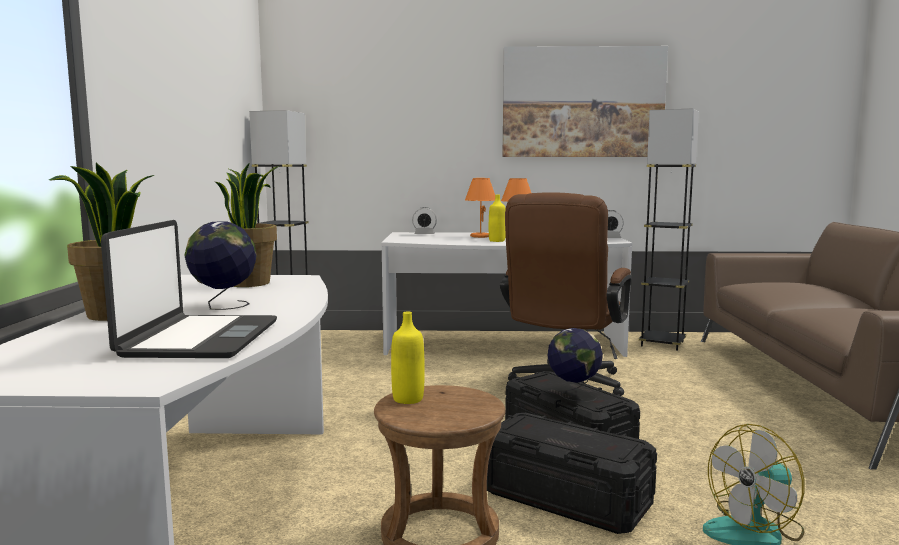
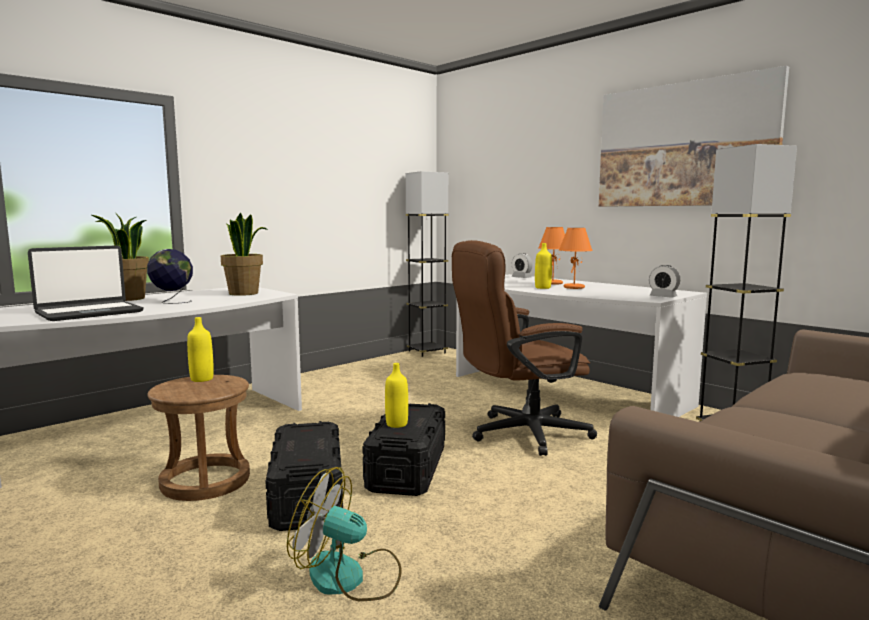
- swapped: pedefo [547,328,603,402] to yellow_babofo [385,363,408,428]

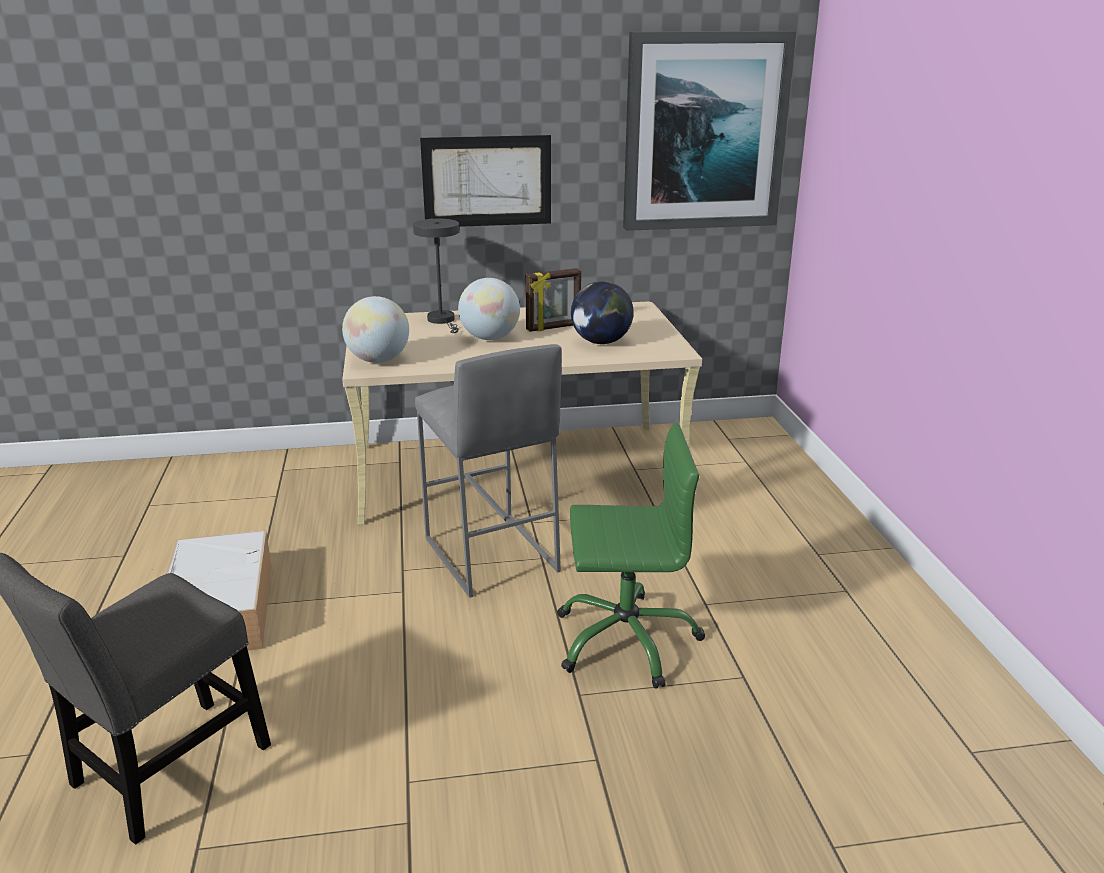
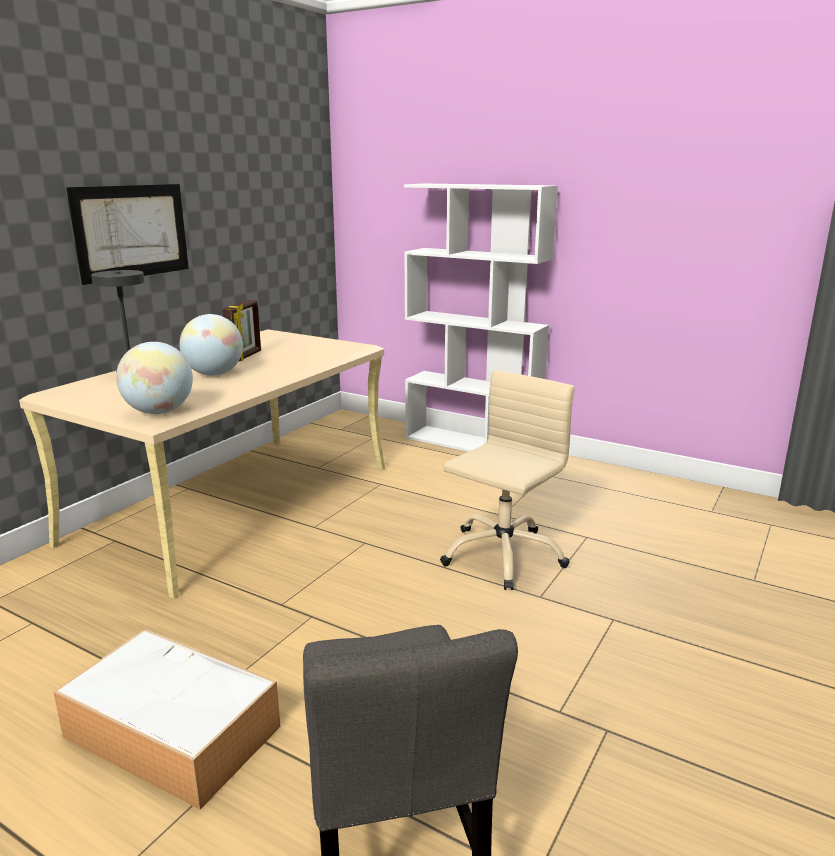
- gone: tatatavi [623,31,796,231]
- gone: pedefo [571,281,634,344]
- gone: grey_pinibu [415,344,562,598]
- repainted: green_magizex [557,423,705,689] to beige_magizex [440,370,575,590]
- new: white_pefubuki [404,184,558,452]

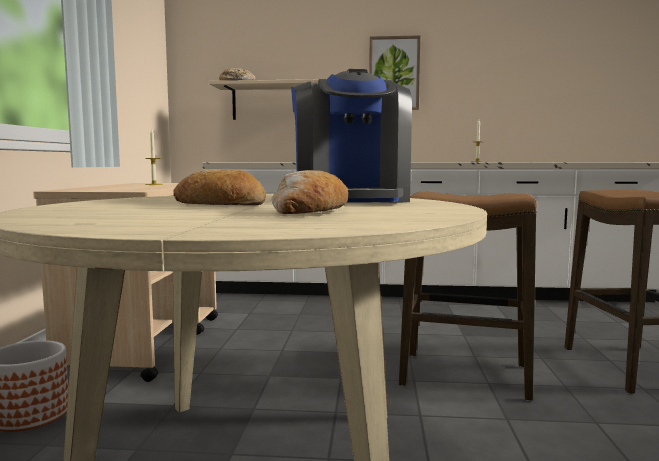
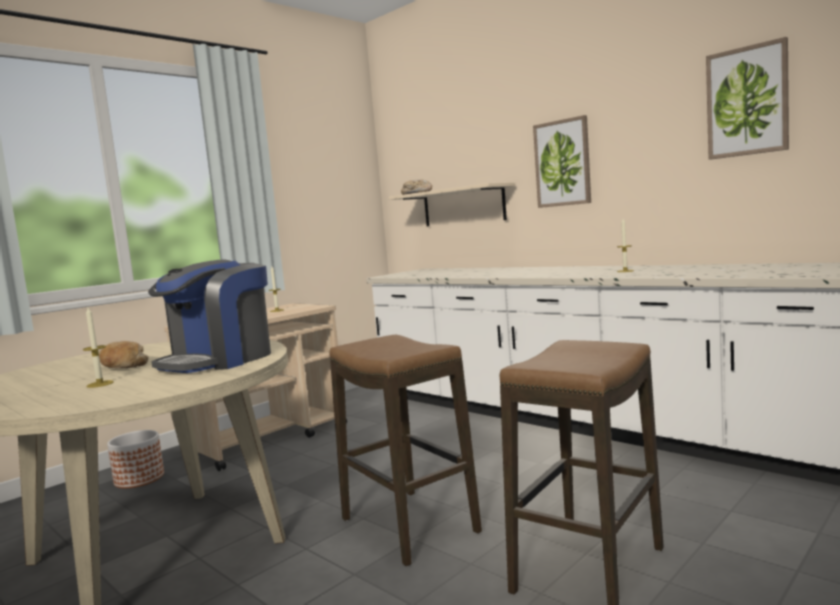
- swapped: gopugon [271,170,348,214] to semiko [83,307,114,388]
- new: tatatavi [706,37,789,160]

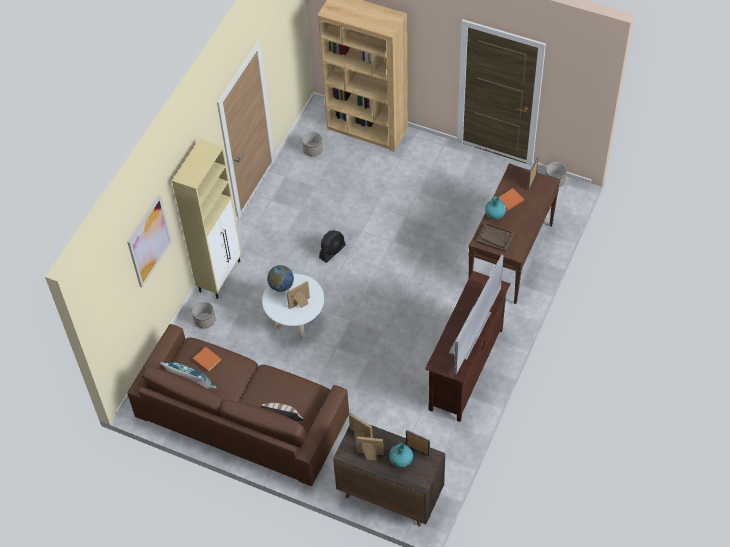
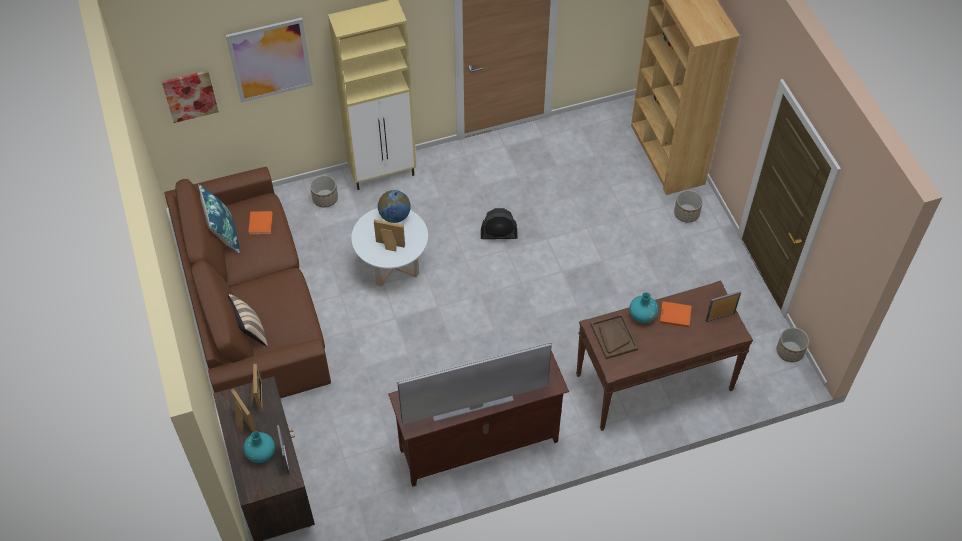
- shifted: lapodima [302,131,323,156] to [674,190,703,223]
- new: tatatavi [162,71,219,123]

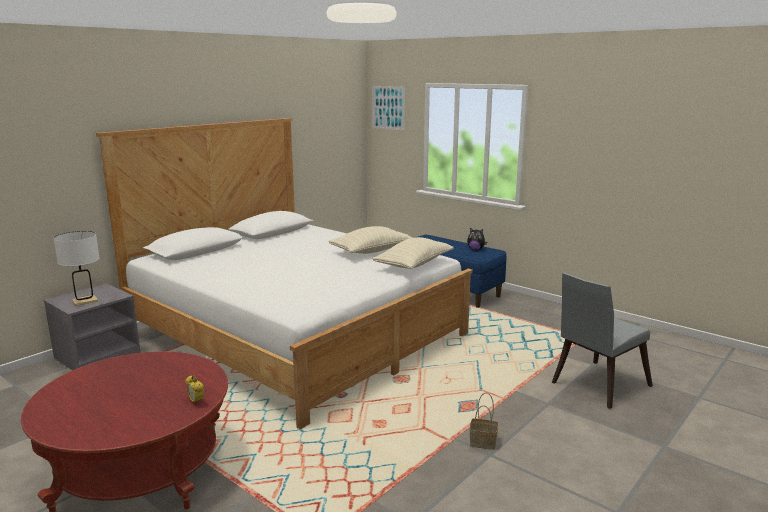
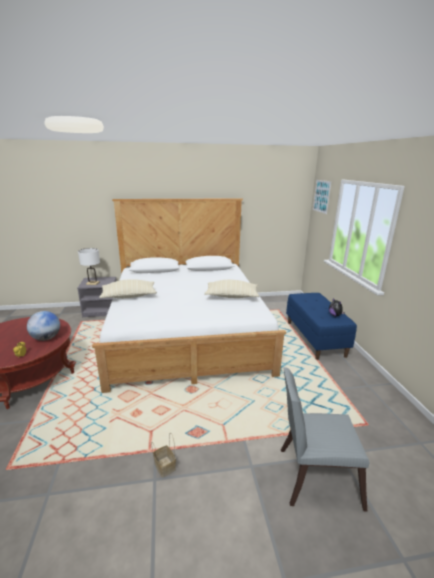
- shifted: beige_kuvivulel [372,237,454,269] to [99,279,157,298]
- new: pedefo [27,311,60,341]

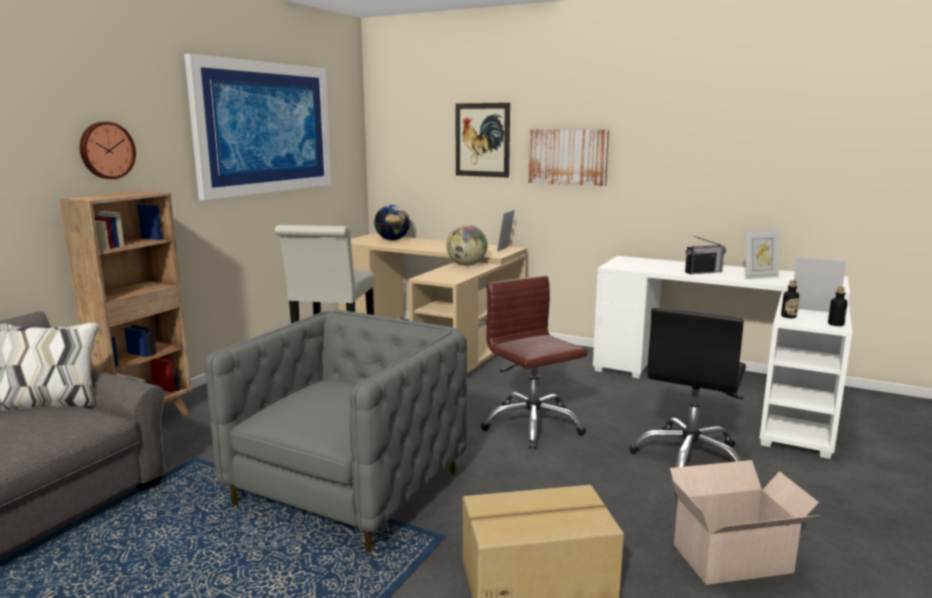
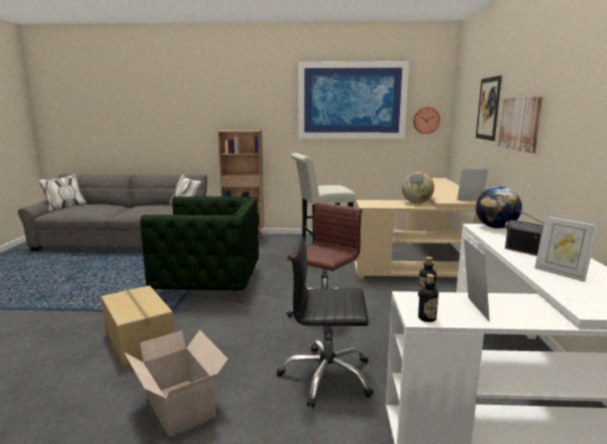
- shifted: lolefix [80,122,136,179] to [413,107,440,134]
- shifted: pedefo [374,205,410,240] to [476,186,522,228]
- repainted: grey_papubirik [204,310,467,553] to green_papubirik [140,196,259,302]

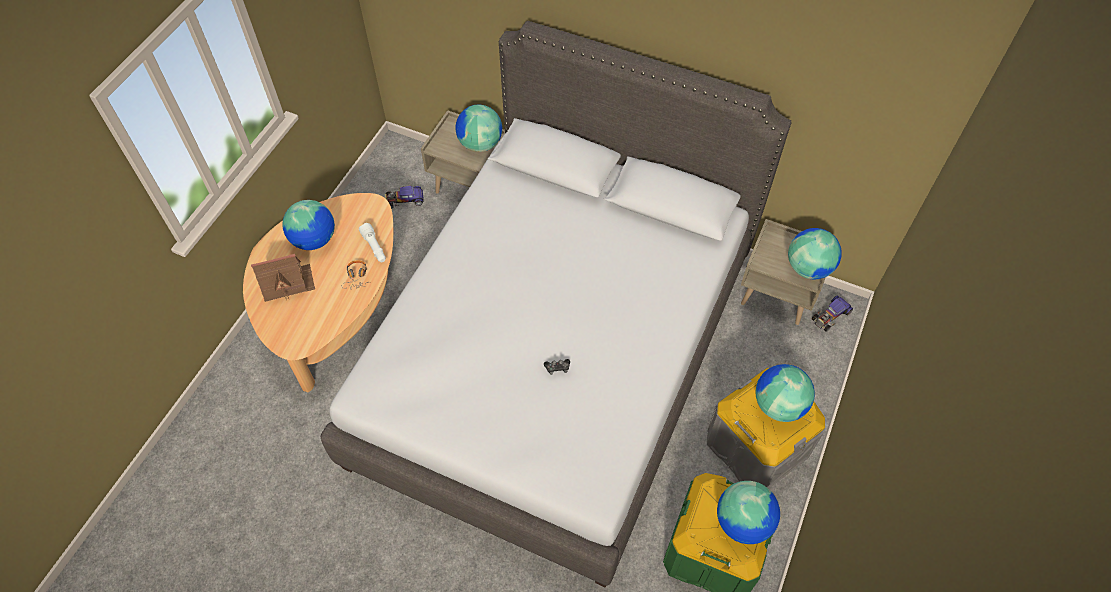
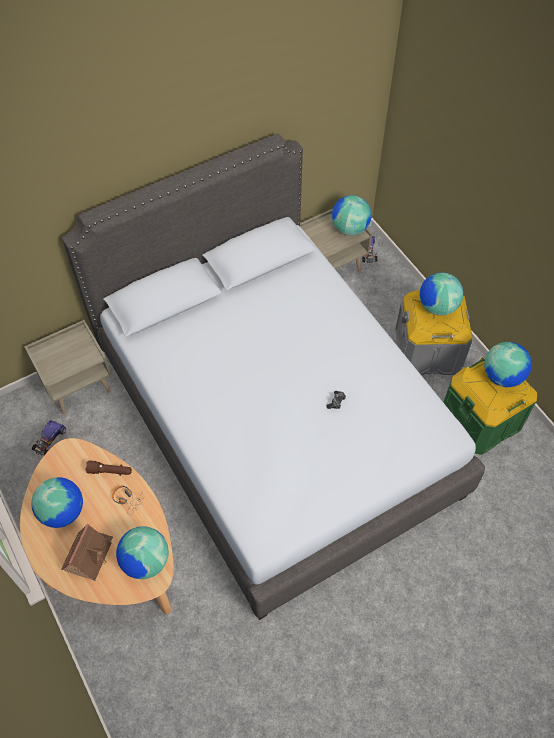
- shifted: pedefo [456,105,502,152] to [116,526,168,579]
- repainted: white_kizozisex [359,223,386,262] to brown_kizozisex [86,460,132,476]

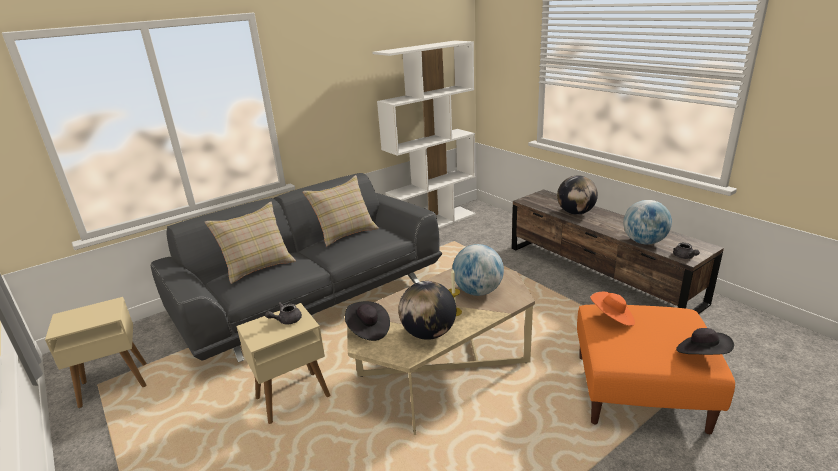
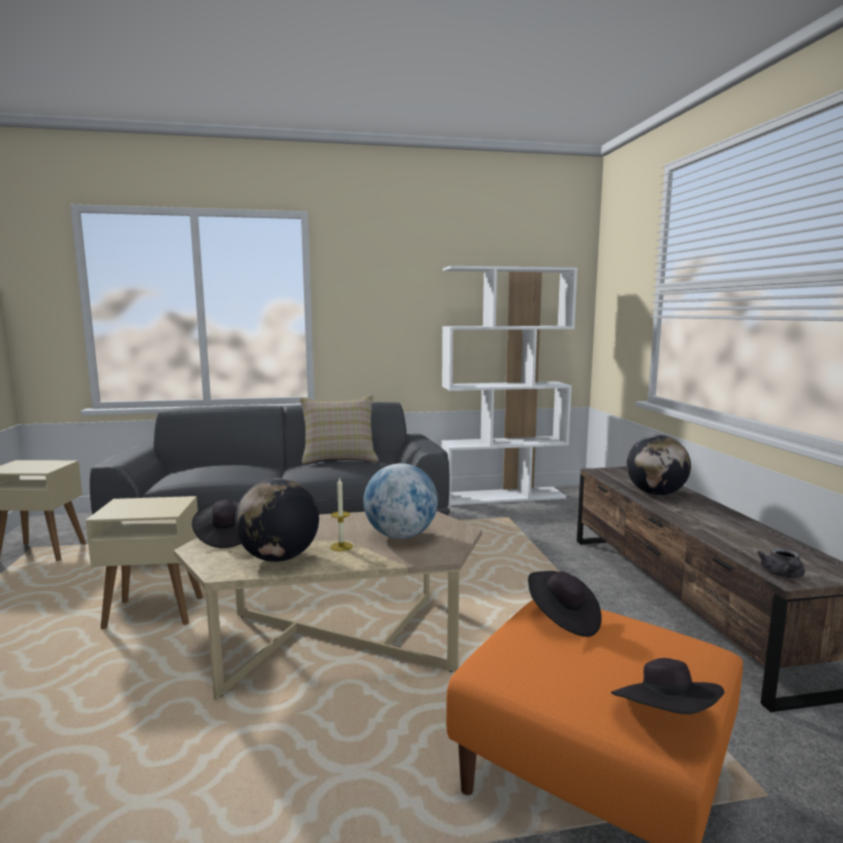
- gone: pedefo [623,200,672,245]
- gone: beige_kuvivulel [205,202,296,284]
- repainted: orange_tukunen [590,292,635,326] to black_tukunen [528,571,602,637]
- gone: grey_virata [265,302,302,325]

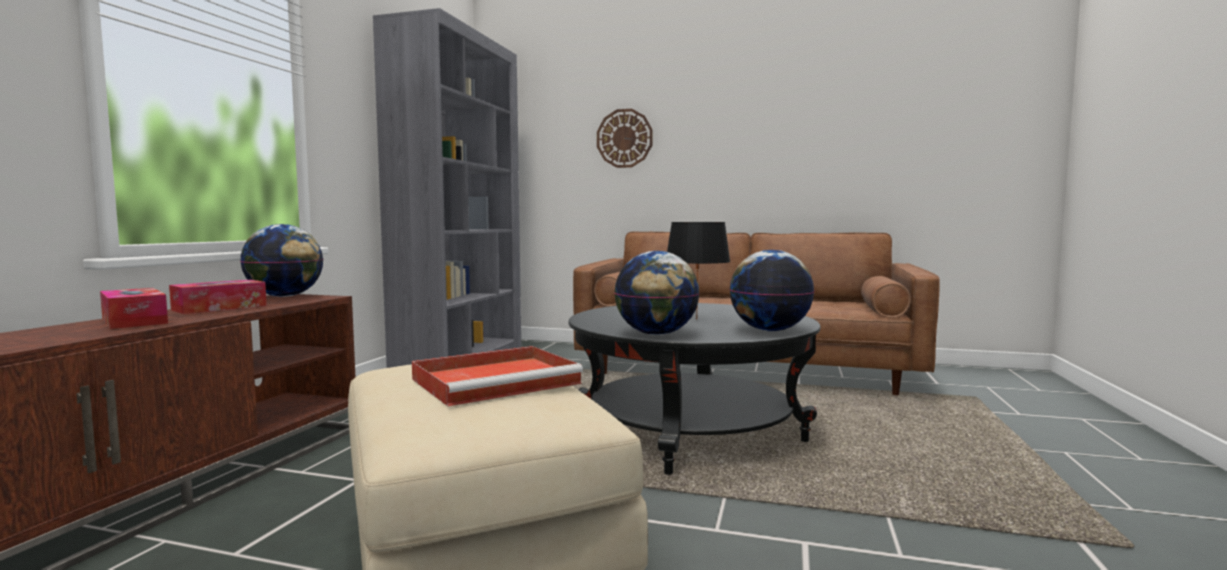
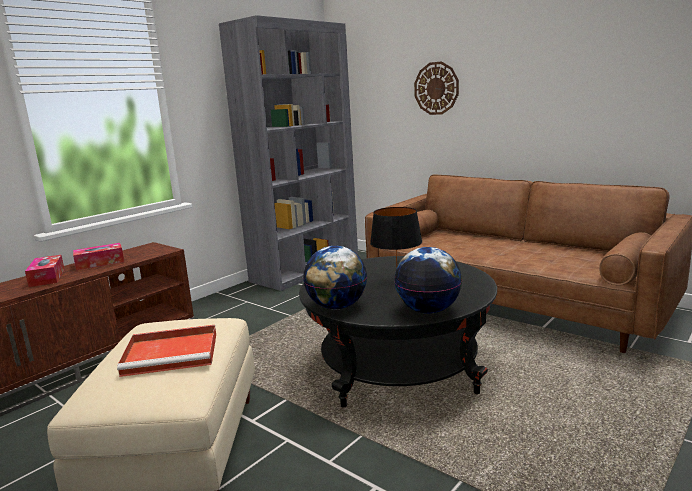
- gone: pedefo [240,224,323,297]

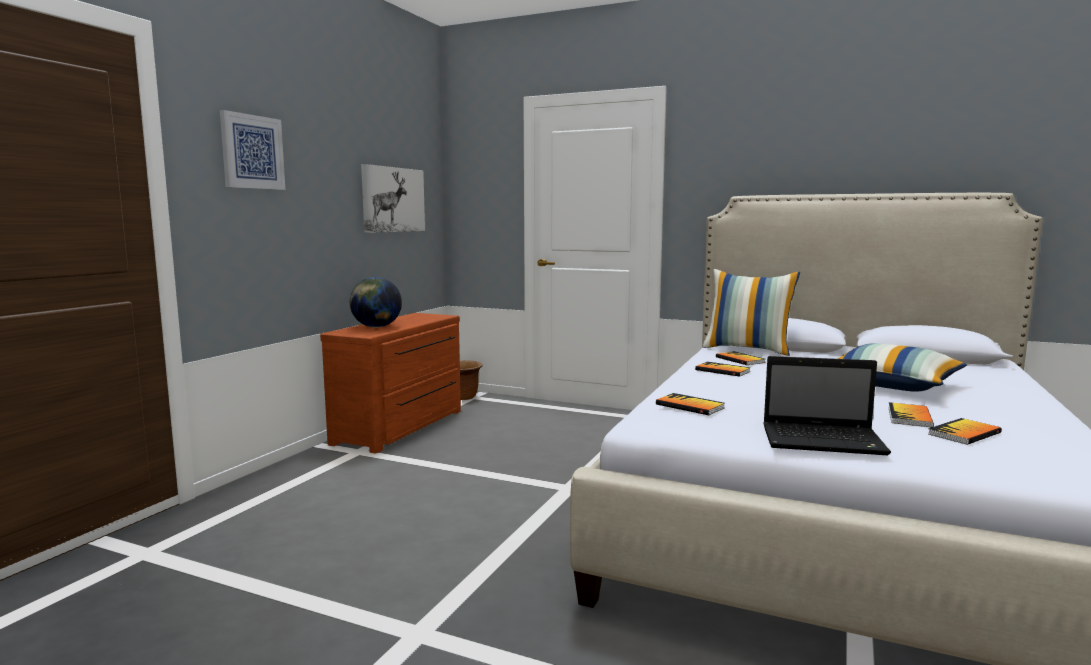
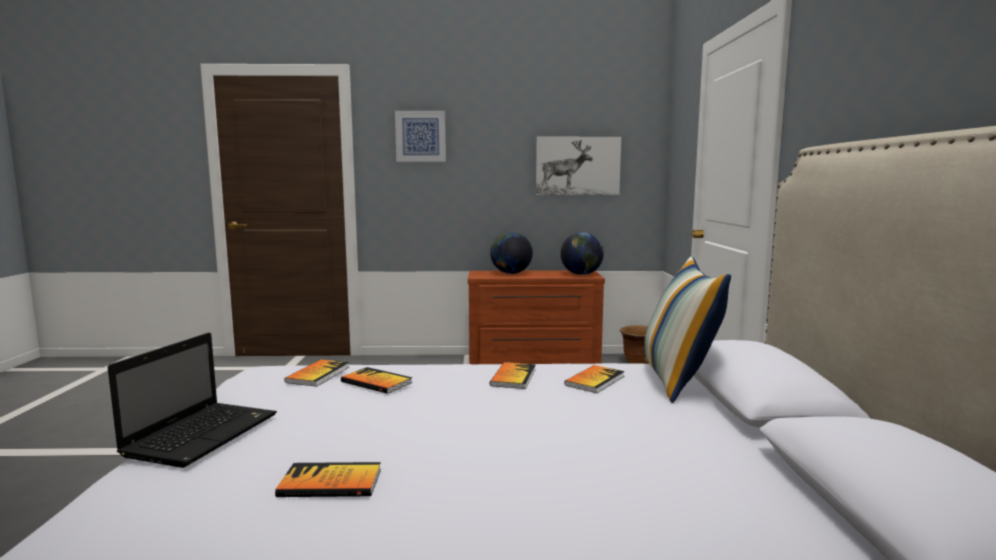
- gone: kuvivulel [838,343,967,392]
- rotated: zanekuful [763,356,891,455] = [108,333,277,468] 150 degrees counterclockwise
- shifted: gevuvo [928,418,1002,445] to [341,367,412,394]
- new: pedefo [560,232,604,275]

